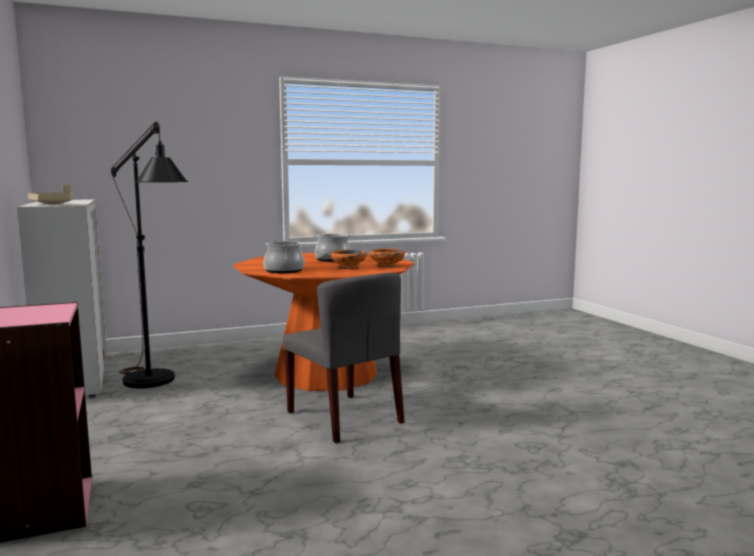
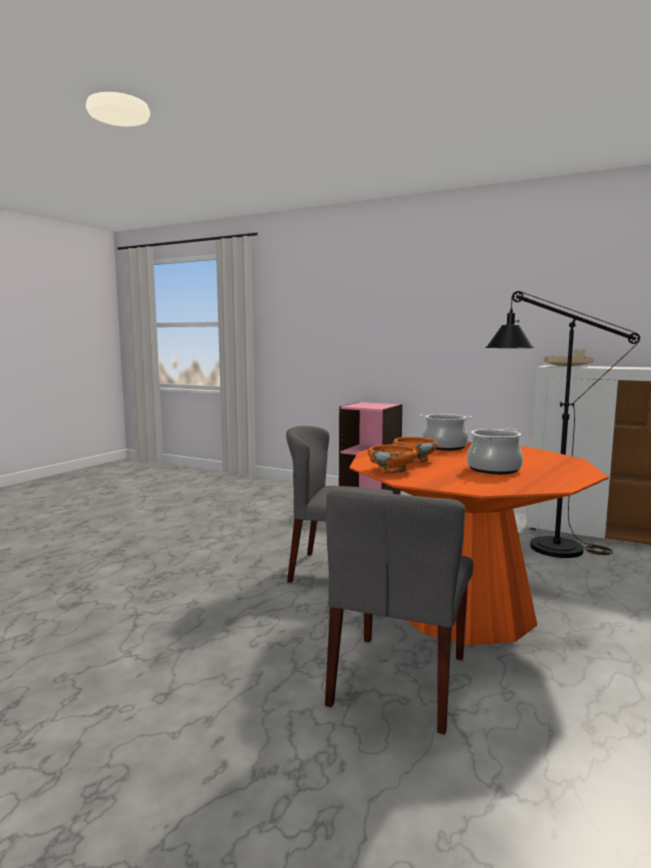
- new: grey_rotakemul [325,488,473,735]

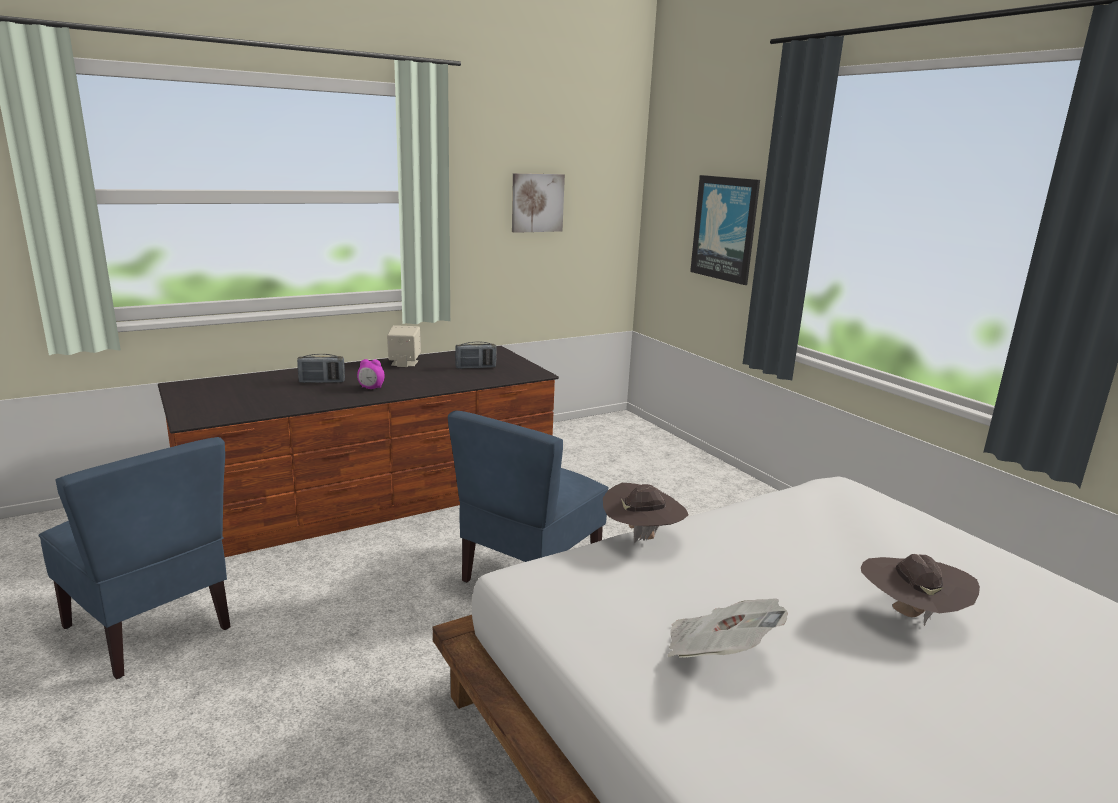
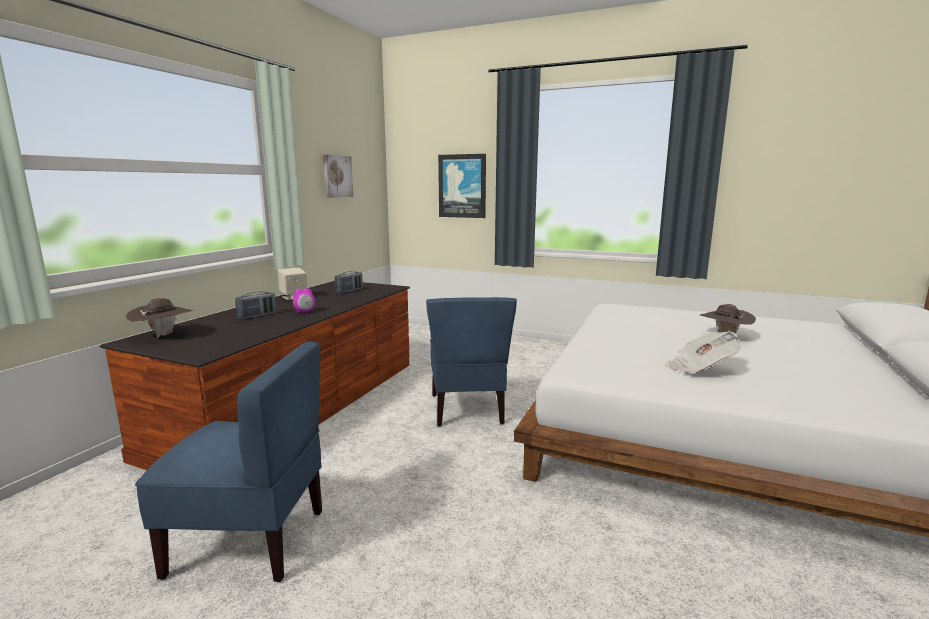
- shifted: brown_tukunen [603,483,688,543] to [126,298,193,339]

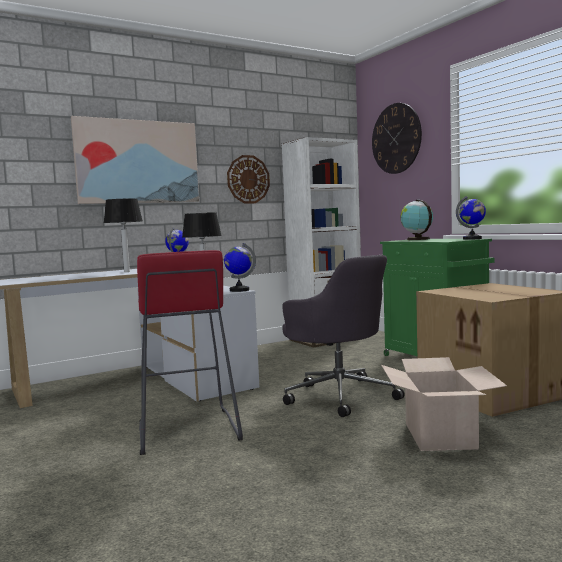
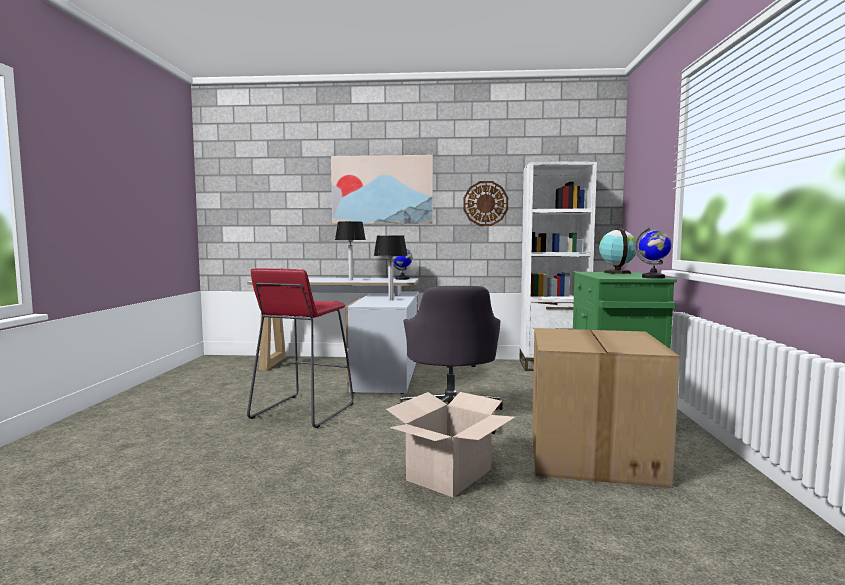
- gone: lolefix [372,103,422,174]
- gone: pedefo [224,243,256,292]

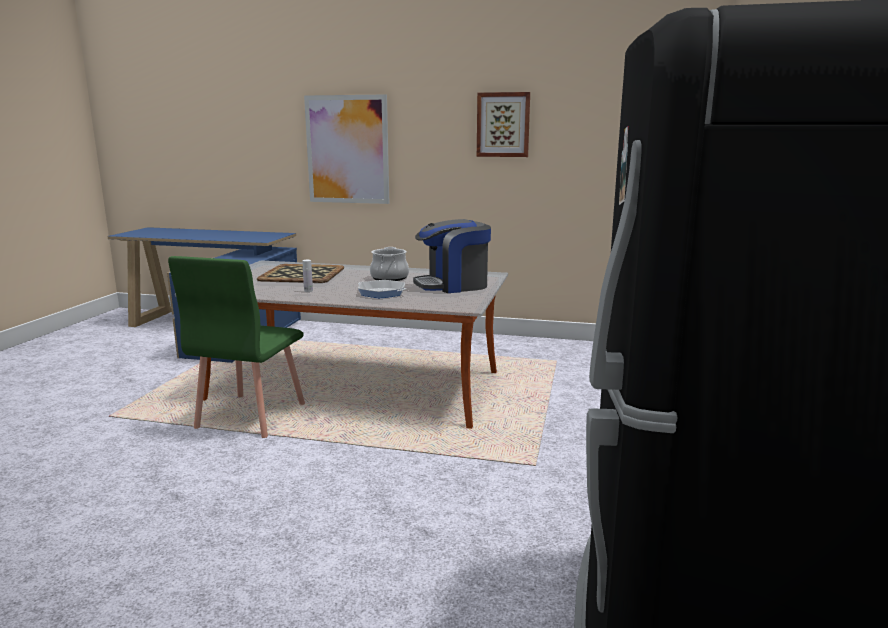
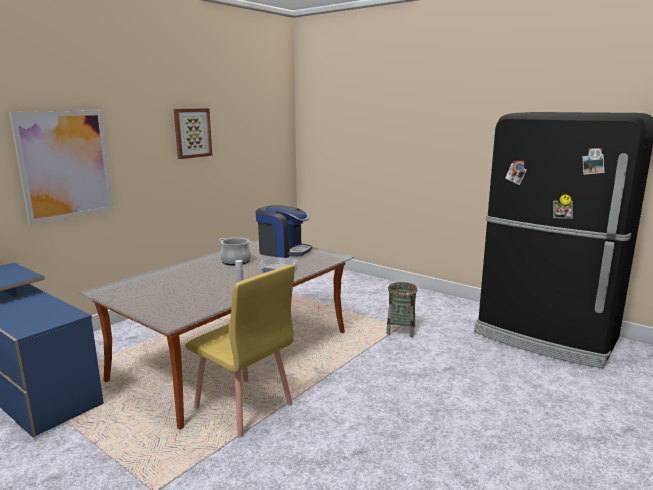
- rotated: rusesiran [413,219,491,293] = [256,205,312,258] 75 degrees counterclockwise
- repainted: green_rotakemul [168,256,305,438] to yellow_rotakemul [185,265,295,438]
- gone: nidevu [257,264,344,283]
- new: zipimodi [386,282,417,338]

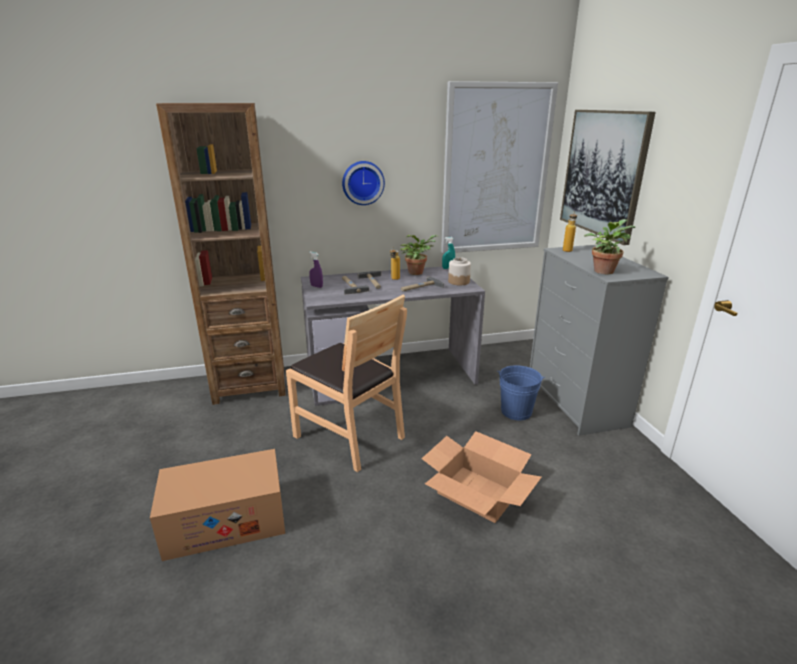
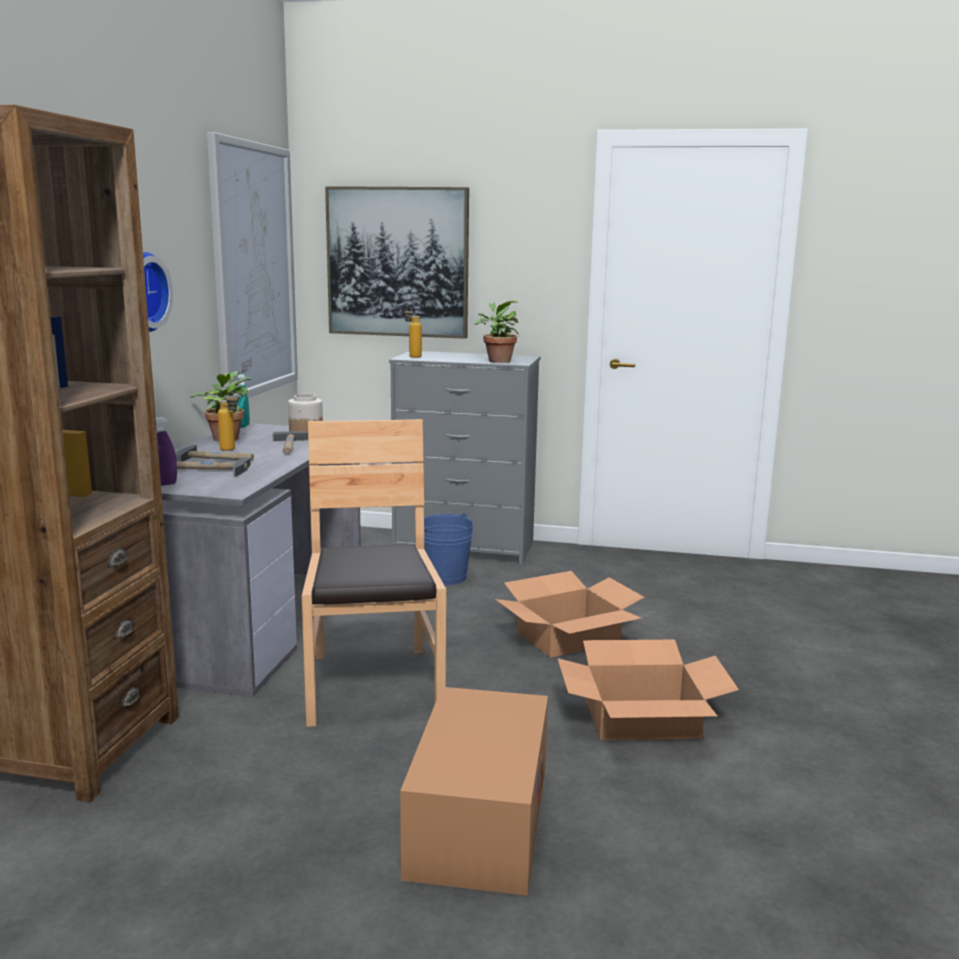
- rotated: brown_rotakemul [286,295,407,472] = [302,419,446,727] 75 degrees counterclockwise
- new: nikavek [557,640,739,741]

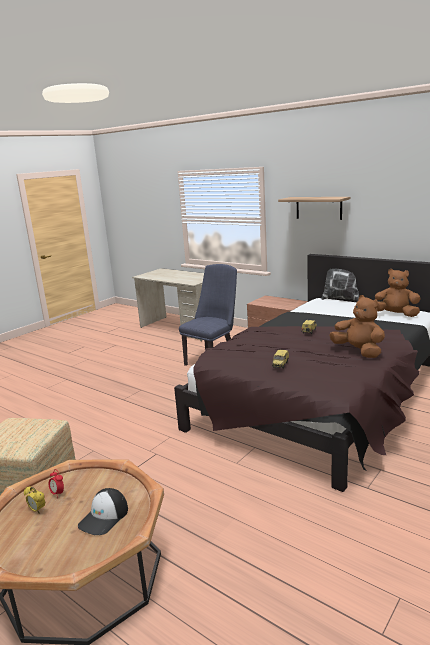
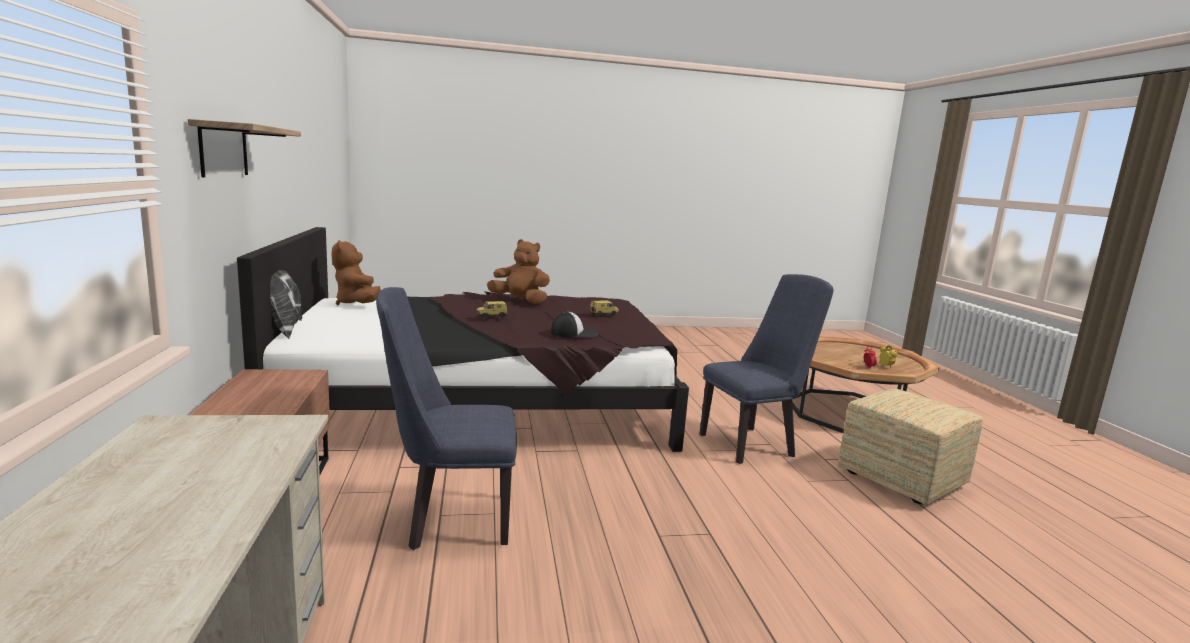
- rotated: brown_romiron [329,295,385,358] = [487,239,550,304] 105 degrees clockwise
- shifted: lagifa [78,488,128,535] to [551,312,598,338]
- new: blue_rotakemul [700,274,834,464]

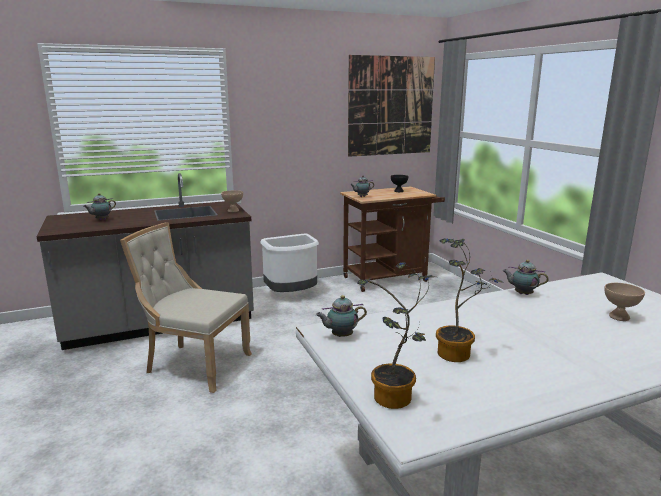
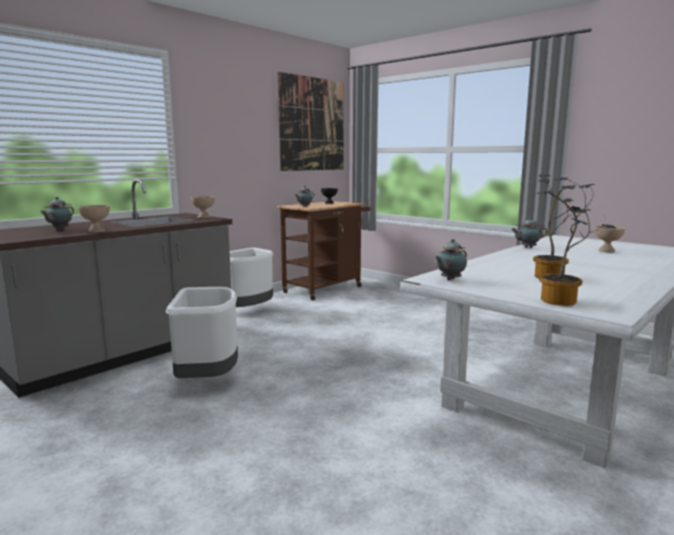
- swapped: beige_rotakemul [120,222,252,393] to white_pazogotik [166,287,238,378]
- new: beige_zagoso [78,205,110,233]

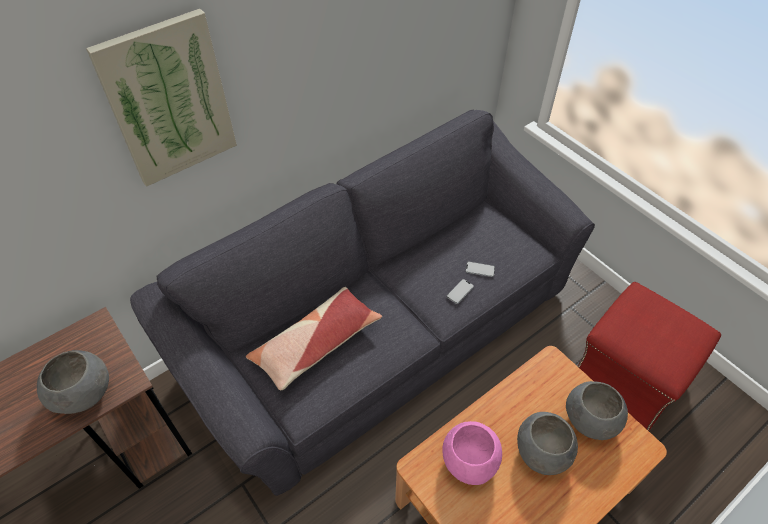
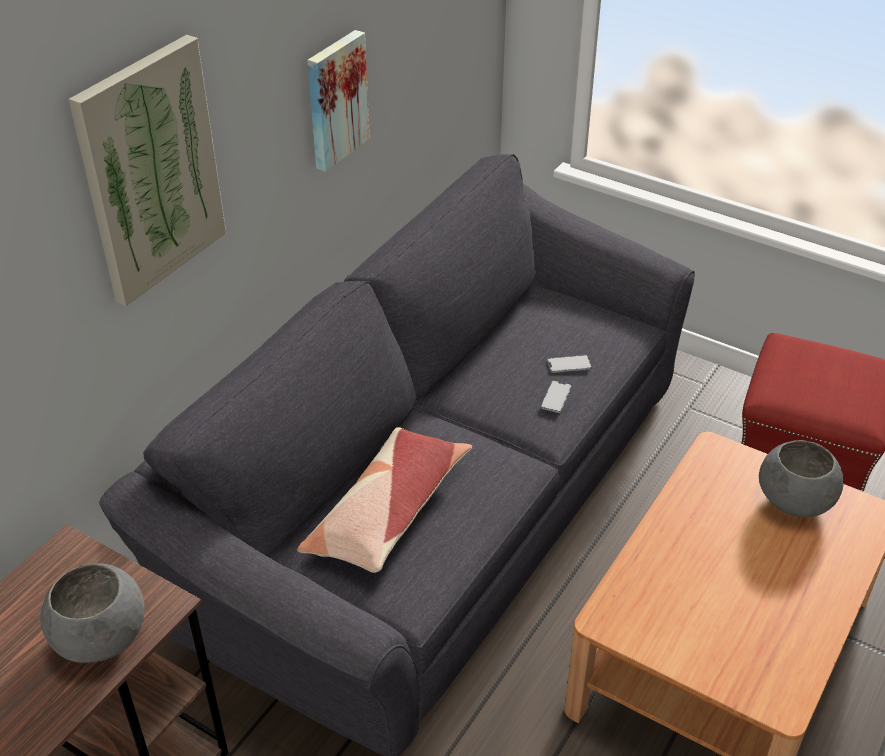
- gone: grey_zagoso [517,412,578,475]
- gone: pink_zagoso [442,421,502,485]
- new: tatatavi [307,30,370,172]

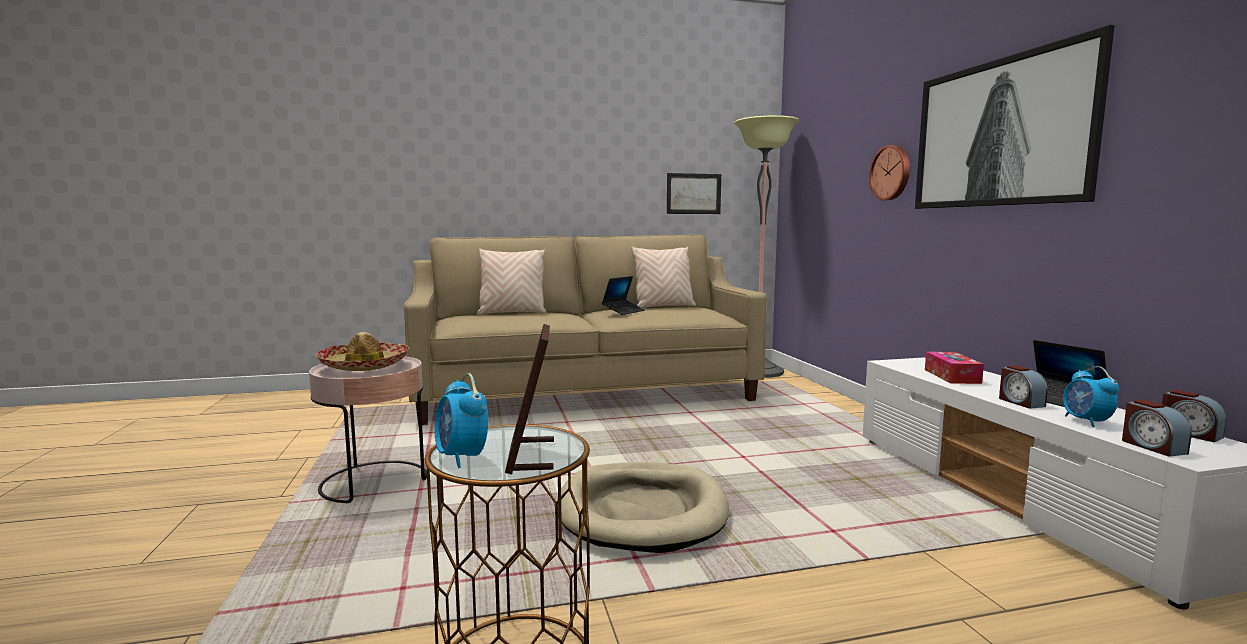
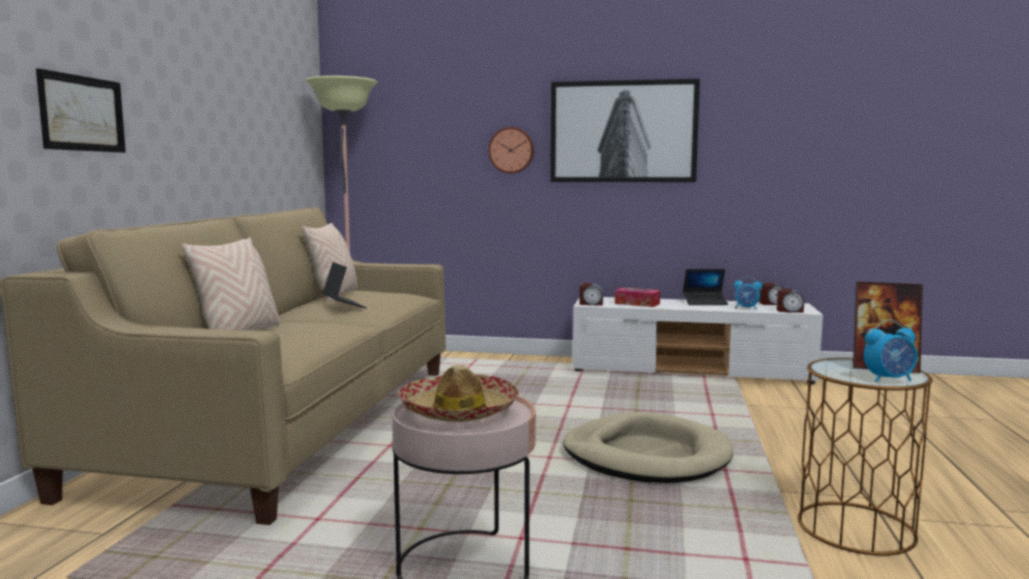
- shifted: tatatavi [667,173,721,214] to [36,68,126,153]
- shifted: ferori [999,365,1048,409] to [580,283,603,306]

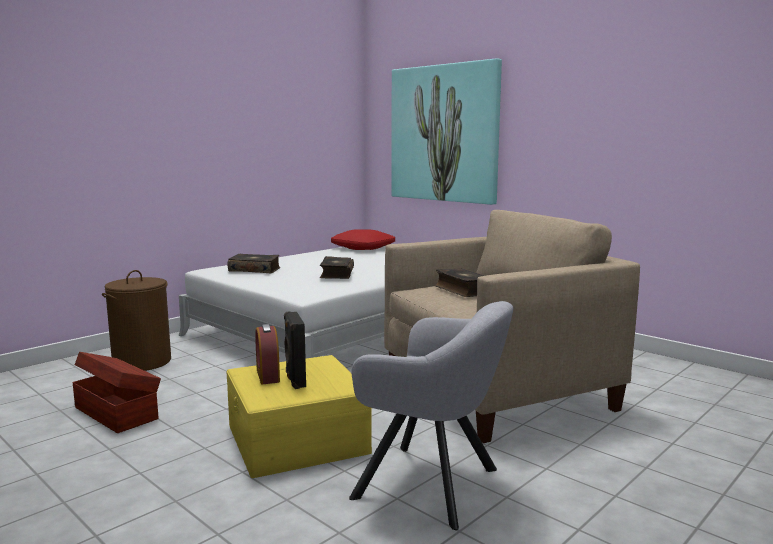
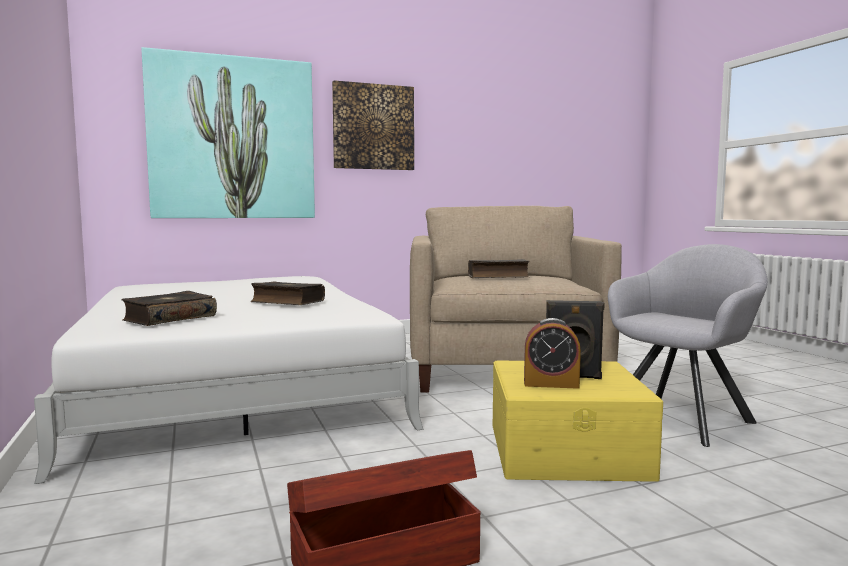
- gone: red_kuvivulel [331,229,395,250]
- gone: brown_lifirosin [102,270,171,371]
- new: tatatavi [332,80,414,170]

